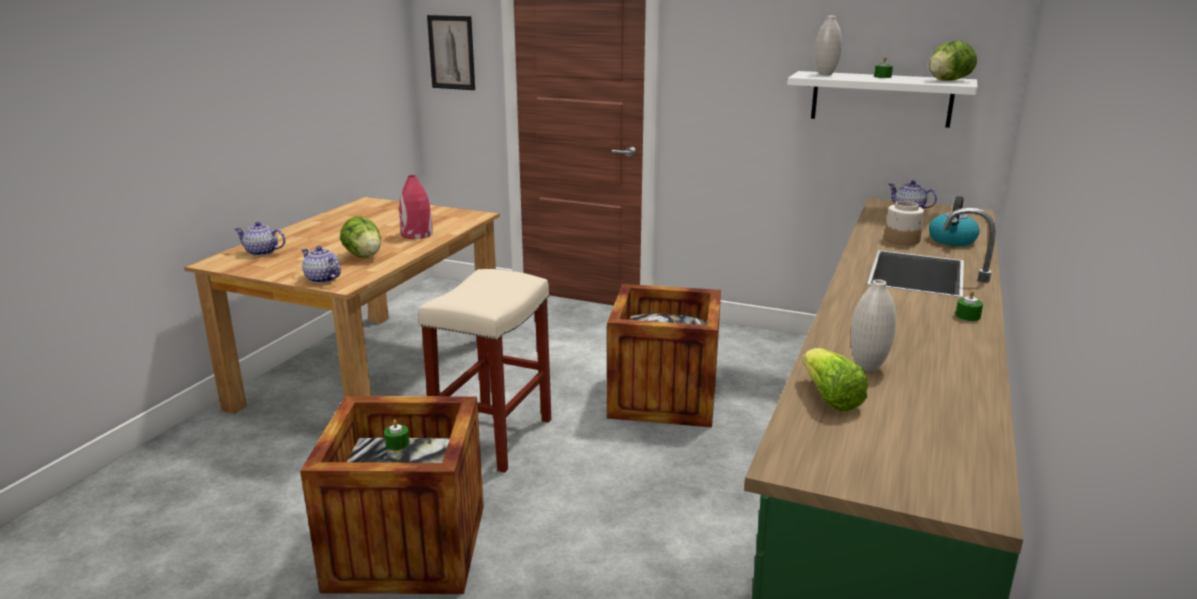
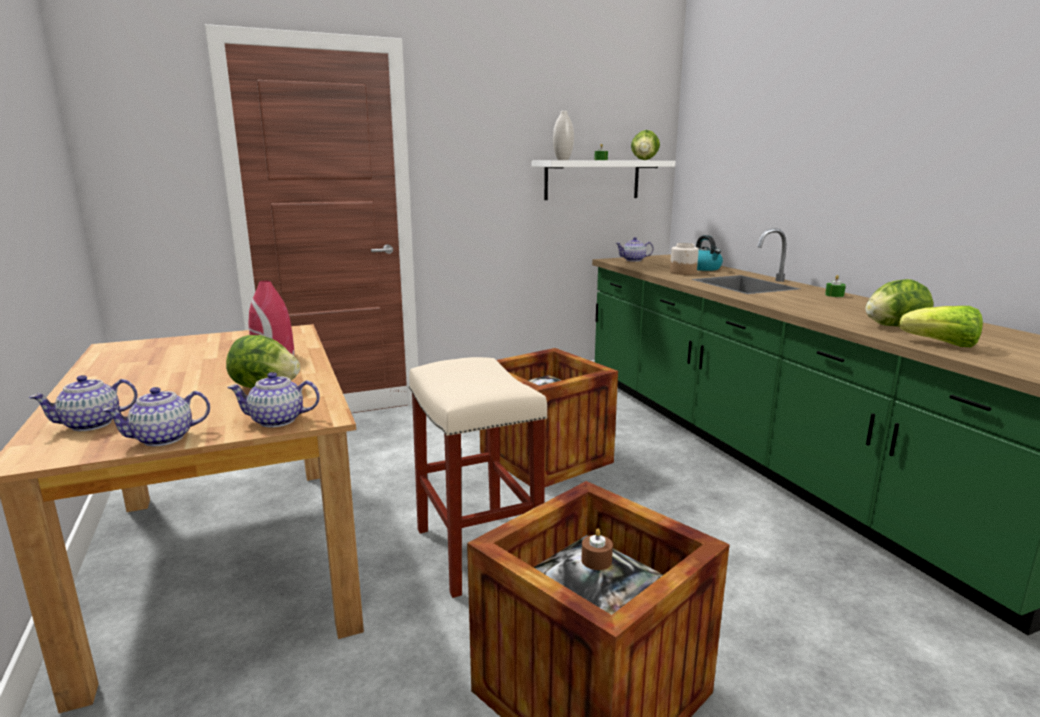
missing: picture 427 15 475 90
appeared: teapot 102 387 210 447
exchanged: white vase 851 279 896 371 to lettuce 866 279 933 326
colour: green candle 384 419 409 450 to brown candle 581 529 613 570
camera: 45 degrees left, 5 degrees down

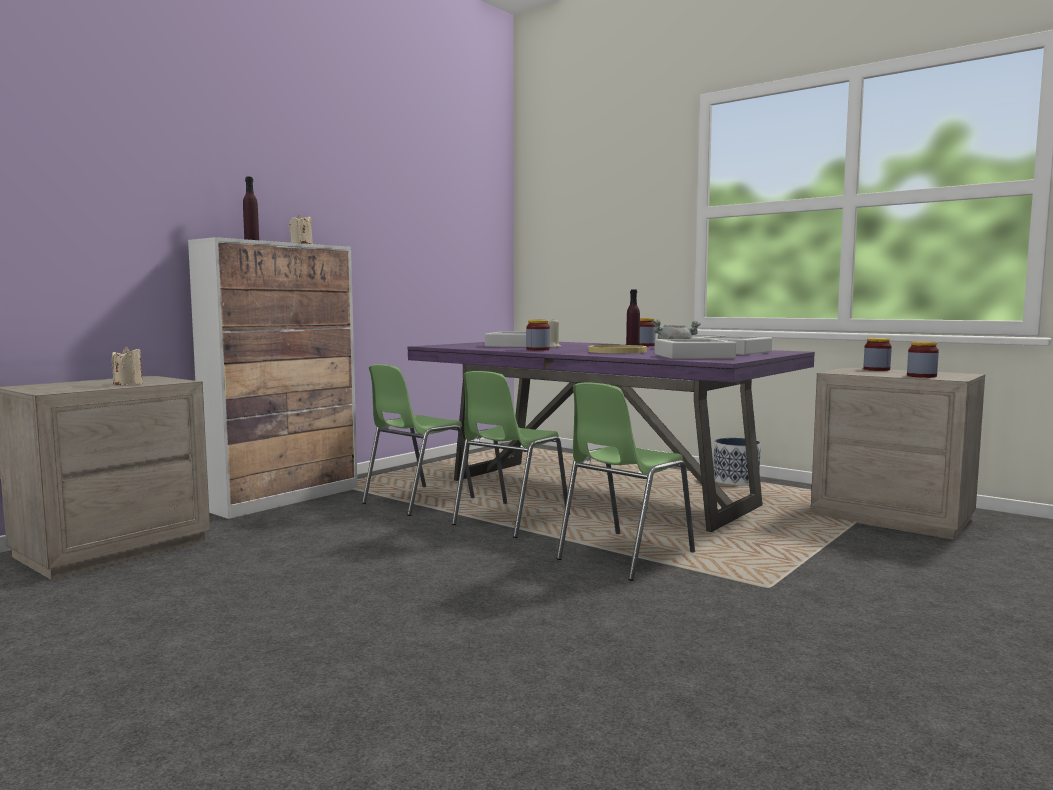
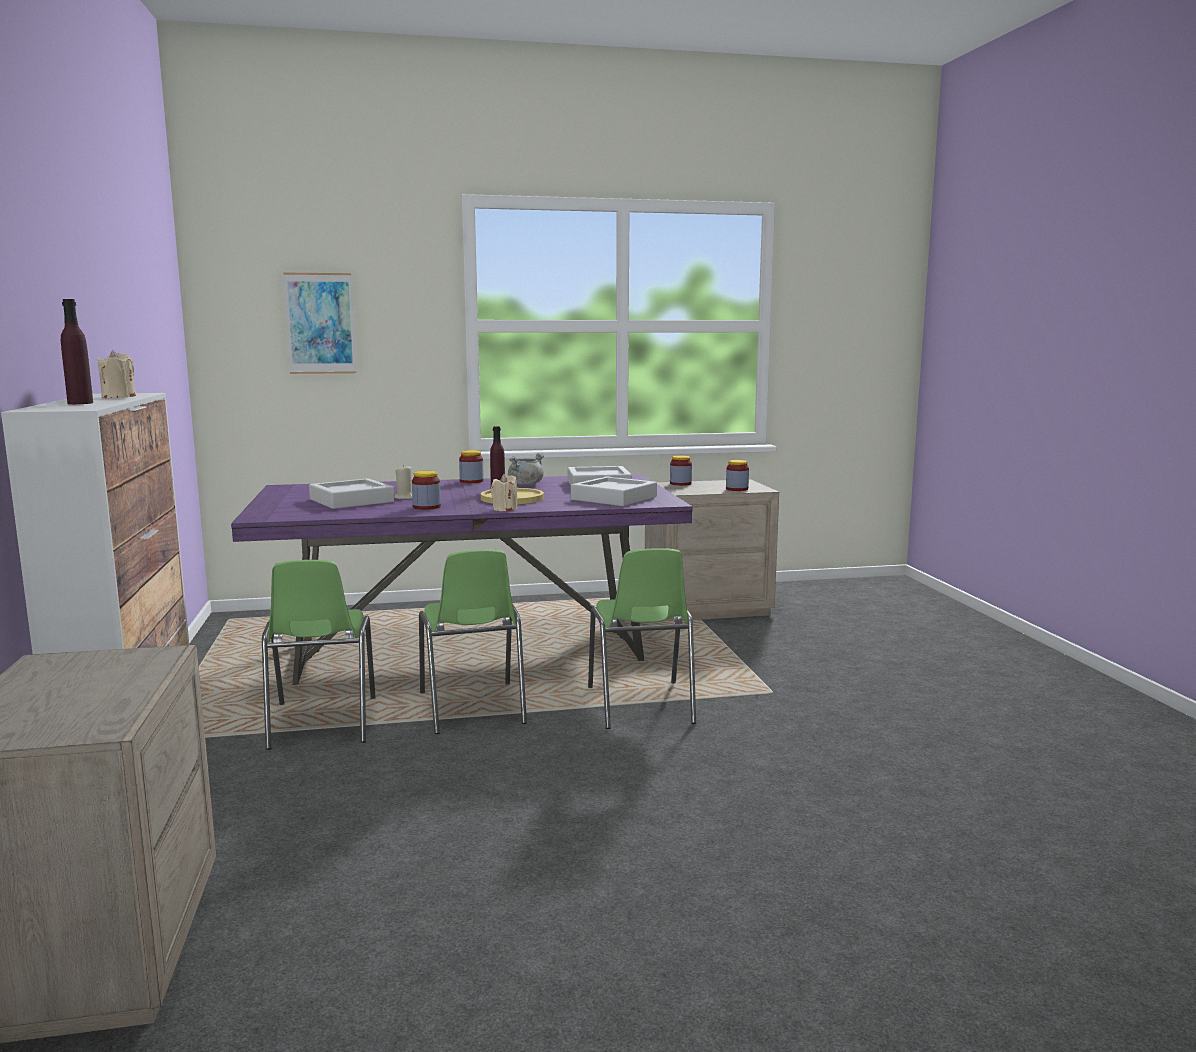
missing: planter 713 438 761 485
appeared: picture 283 272 356 374
relocated: beige candle 112 346 143 385 to 491 474 518 511
camera: 50 degrees left, 5 degrees up

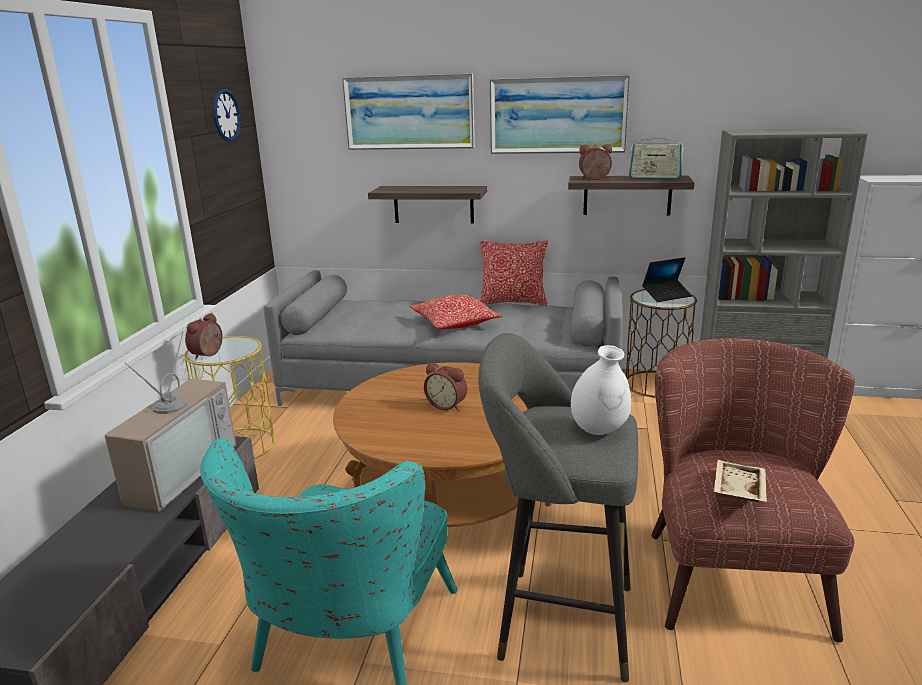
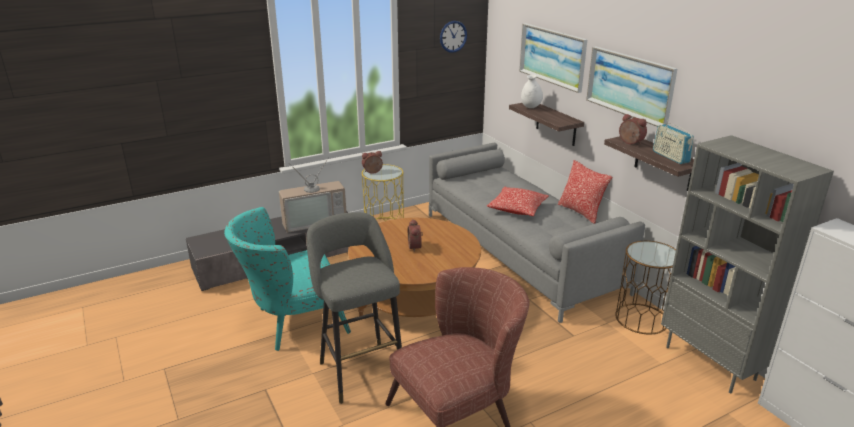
missing: laptop 642 257 692 302; beige tray 714 460 767 502
relocated: white vase 571 345 631 435 to 521 74 543 108
camera: 50 degrees right, 5 degrees up

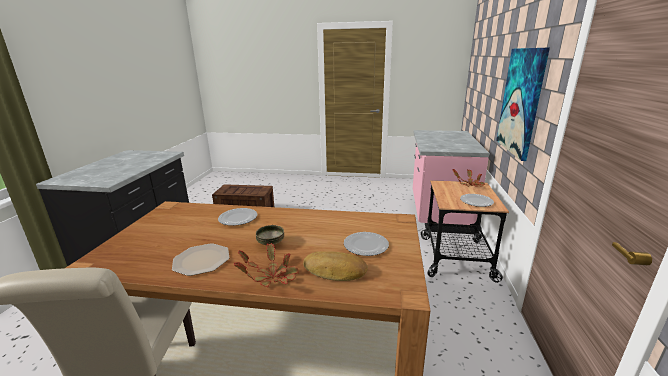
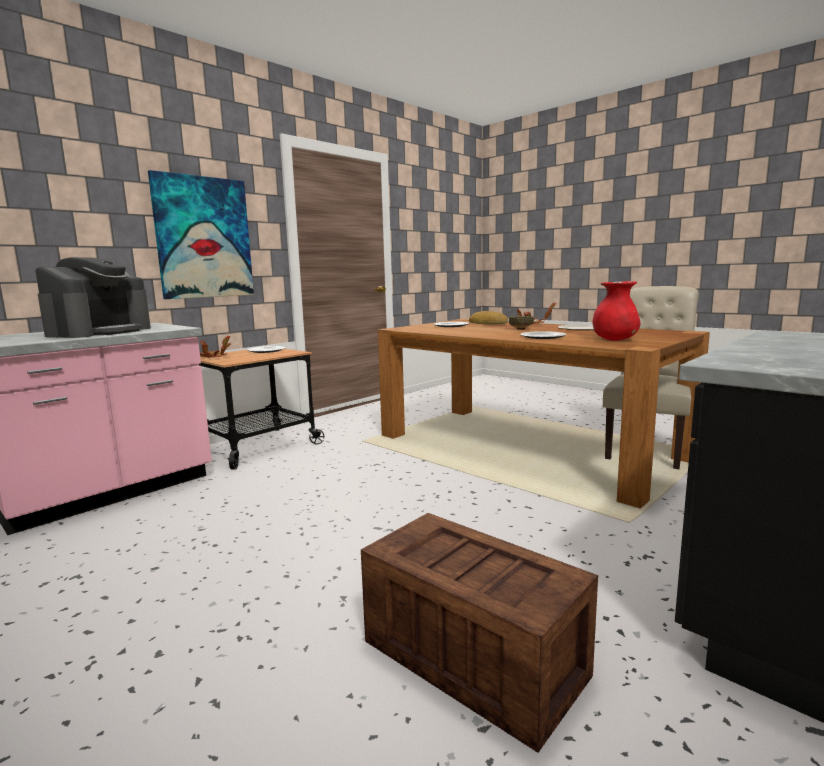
appeared: coffee machine 35 257 151 338; red vase 592 281 640 341
camera: 145 degrees left, 10 degrees down

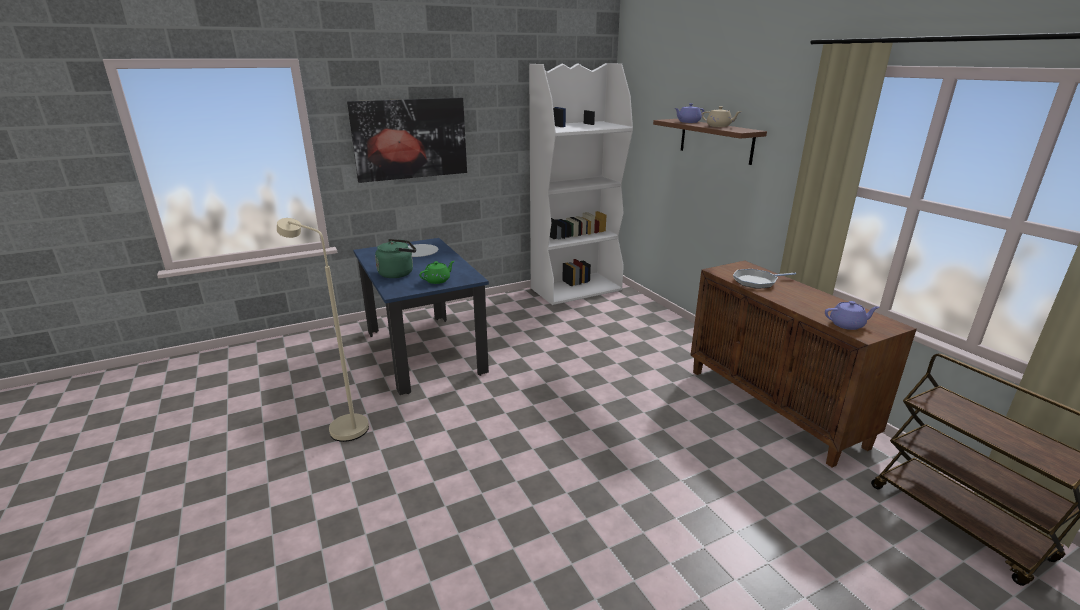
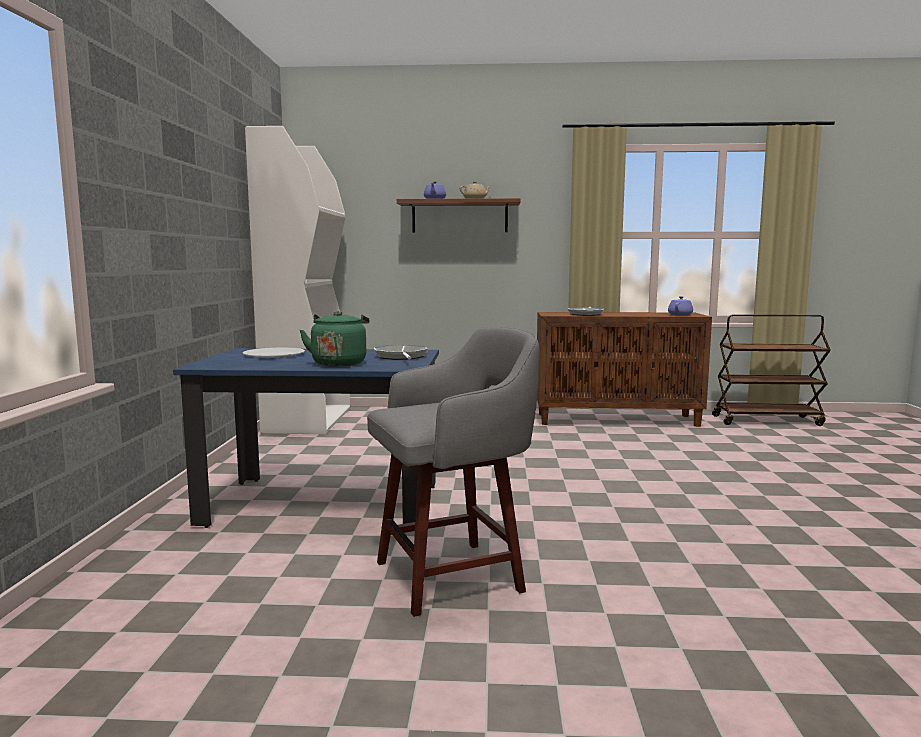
missing: picture 347 98 467 183
exchanged: beige floor lamp 277 218 369 442 to grey stool 367 327 539 617; green teapot 419 261 454 284 to frying pan 374 345 428 360
camera: 60 degrees left, 15 degrees down

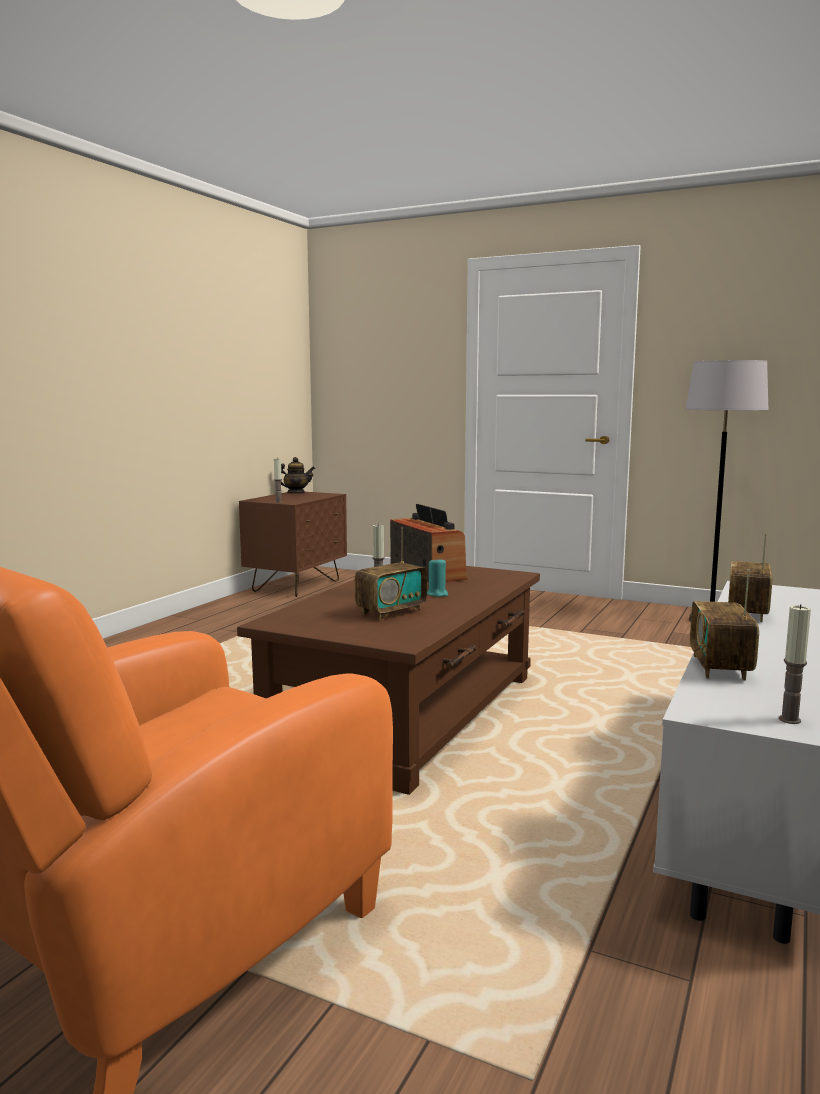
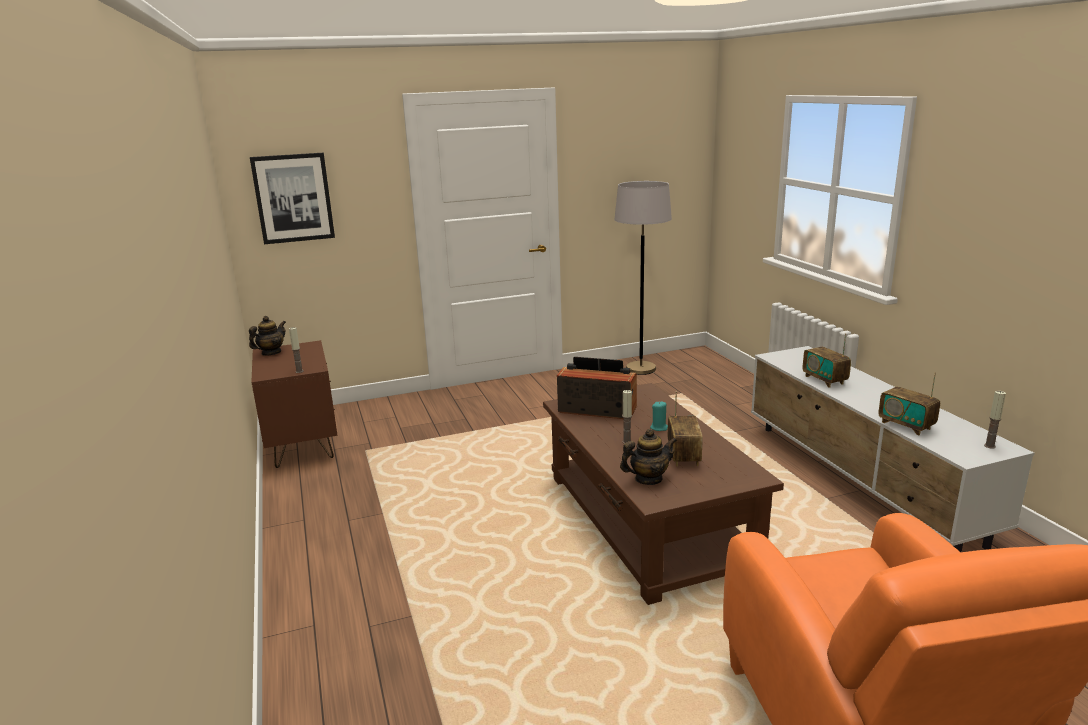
appeared: picture 250 153 335 244; teapot 620 429 677 485
camera: 45 degrees left, 10 degrees up

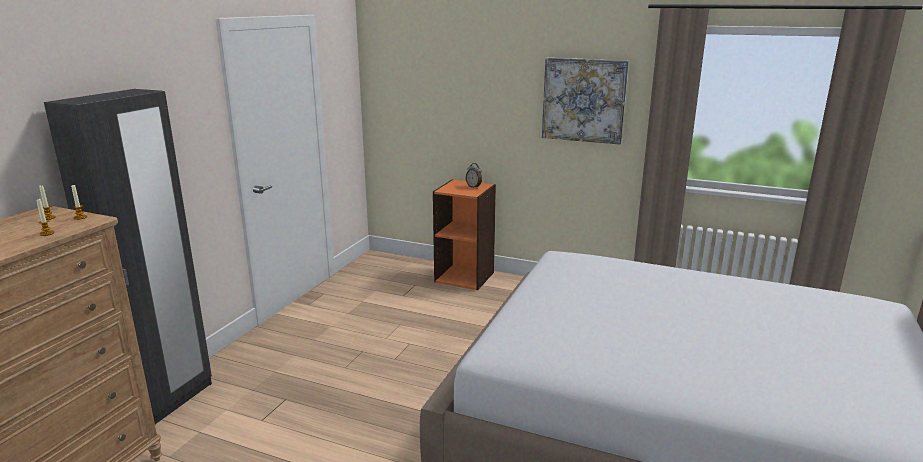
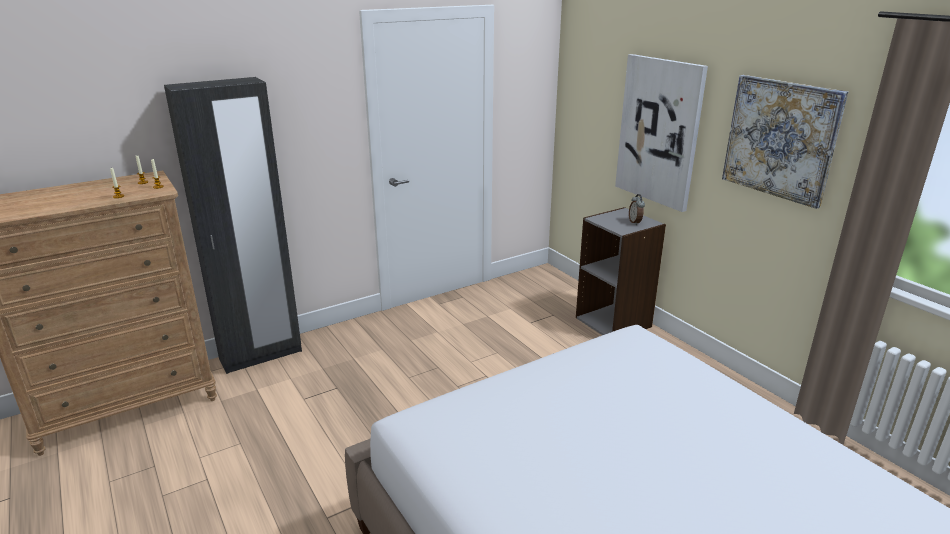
appeared: picture 615 54 708 212
colour: orange bookcase 433 179 496 290 to grey bookcase 576 207 666 335
camera: 35 degrees right, 5 degrees up

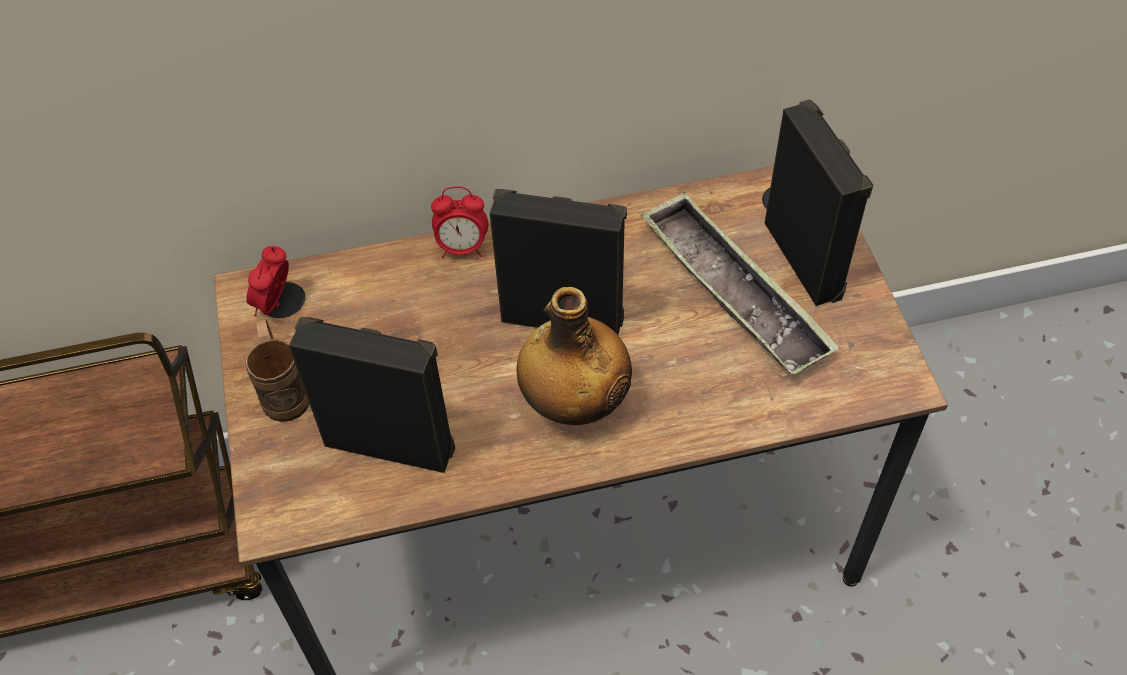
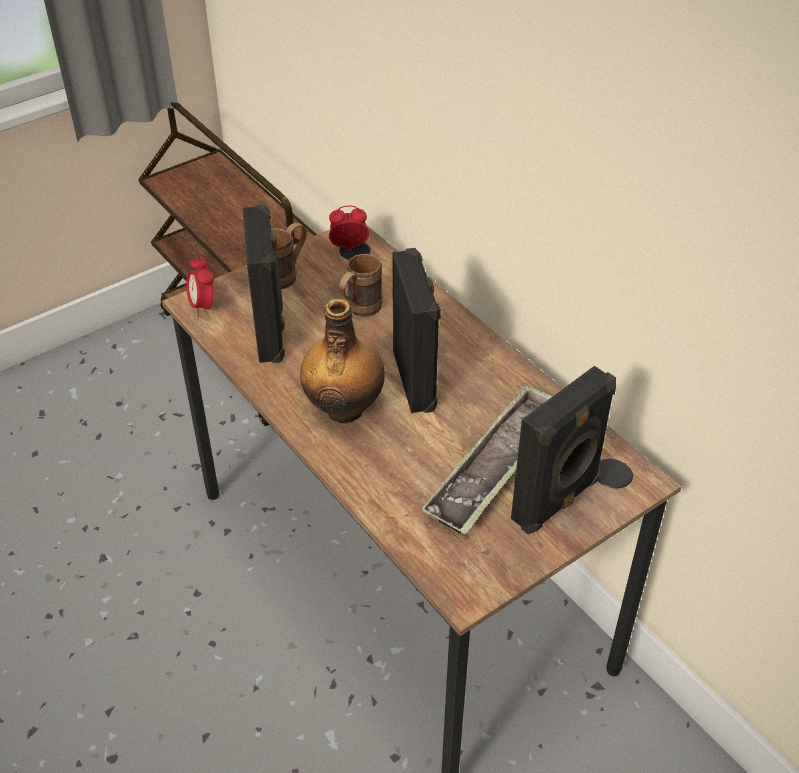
appeared: brown mug 339 254 382 317
relocated: alarm clock 431 186 488 258 to 186 254 214 317
camera: 65 degrees right, 10 degrees down

